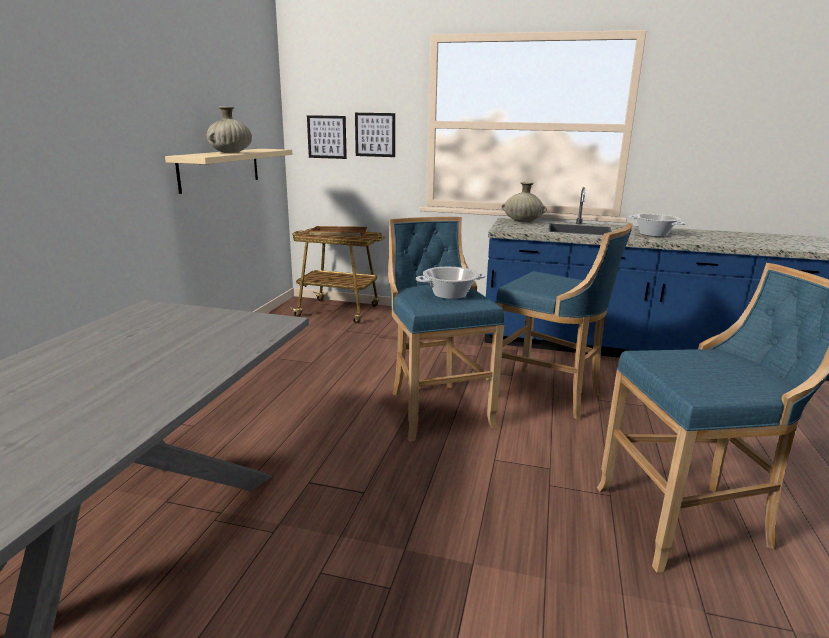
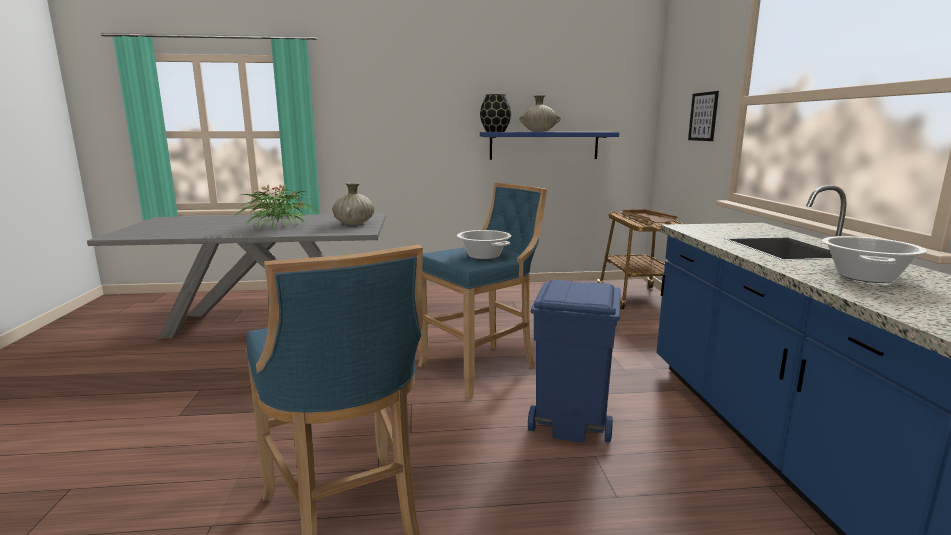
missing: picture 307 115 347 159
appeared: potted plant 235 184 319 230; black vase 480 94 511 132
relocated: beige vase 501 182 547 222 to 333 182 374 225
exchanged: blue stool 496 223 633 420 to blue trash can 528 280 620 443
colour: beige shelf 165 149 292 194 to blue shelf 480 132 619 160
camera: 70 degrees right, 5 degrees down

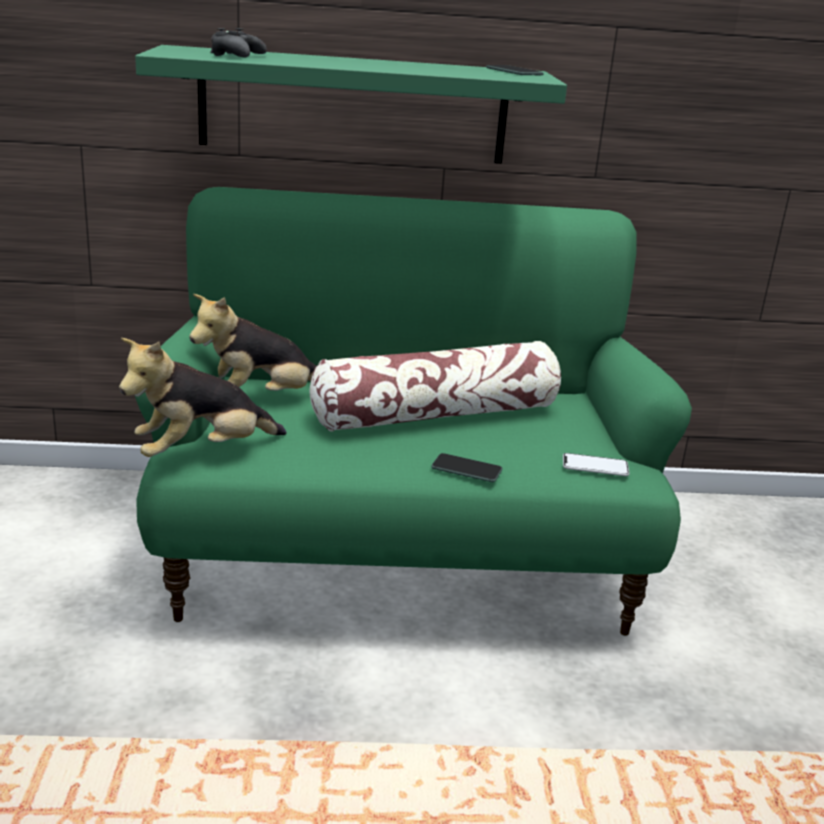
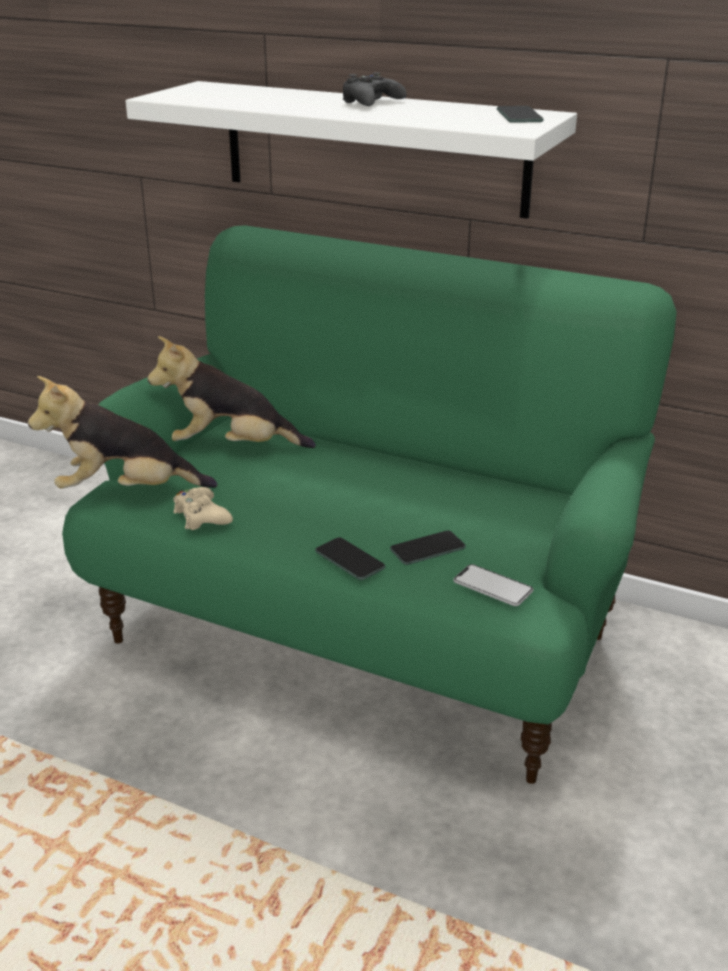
missing: pillow 310 341 561 432
appeared: beige game controller 173 487 233 530; phone 390 530 466 565
relocated: black game controller 210 28 267 57 to 343 72 407 106
colour: green shelf 135 45 567 164 to white shelf 126 81 577 219
camera: 30 degrees right, 5 degrees up

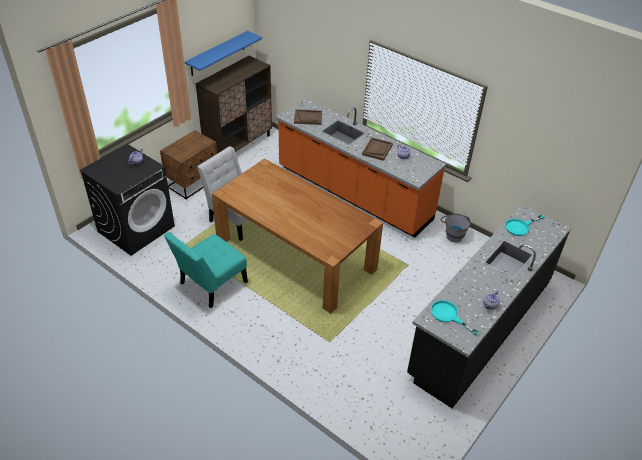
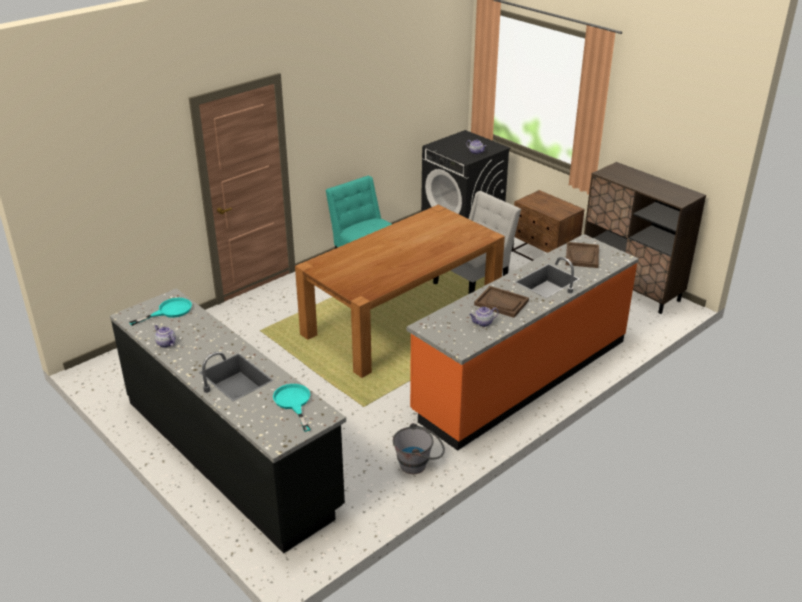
missing: blue shelf 185 31 262 76
camera: 100 degrees right, 10 degrees down

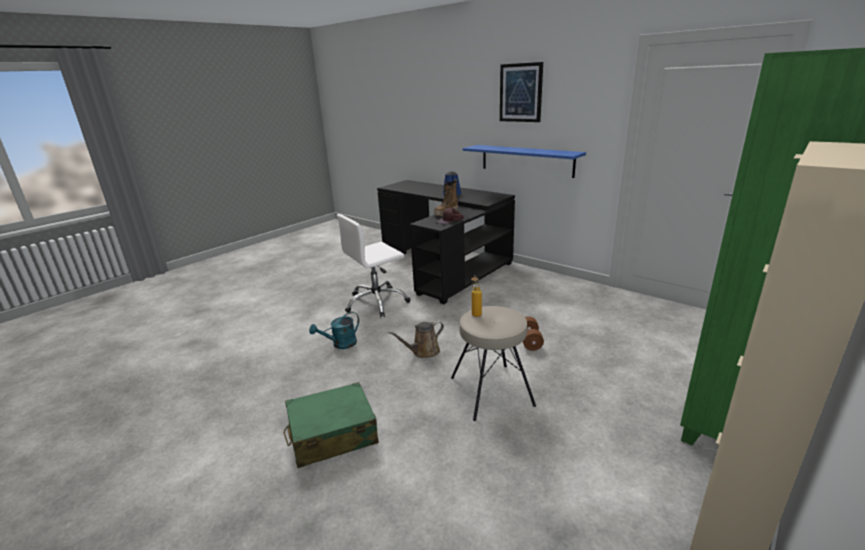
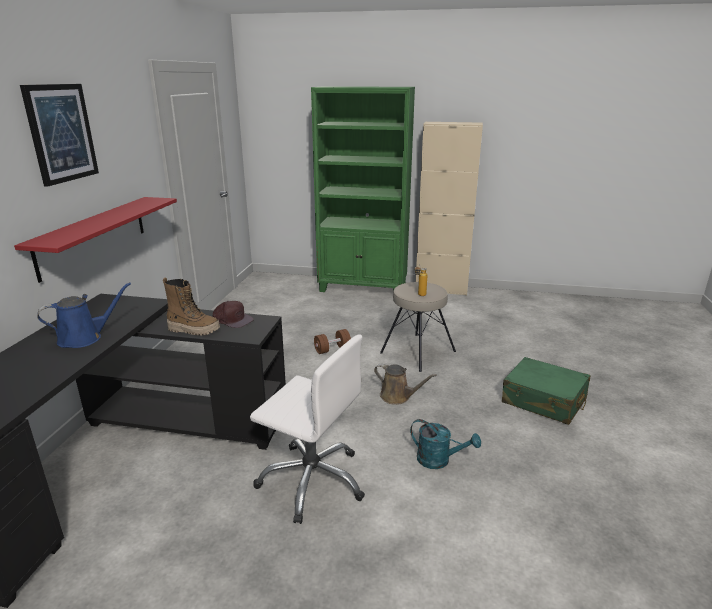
colour: blue shelf 463 145 586 178 to red shelf 14 197 177 283
camera: 120 degrees left, 0 degrees up

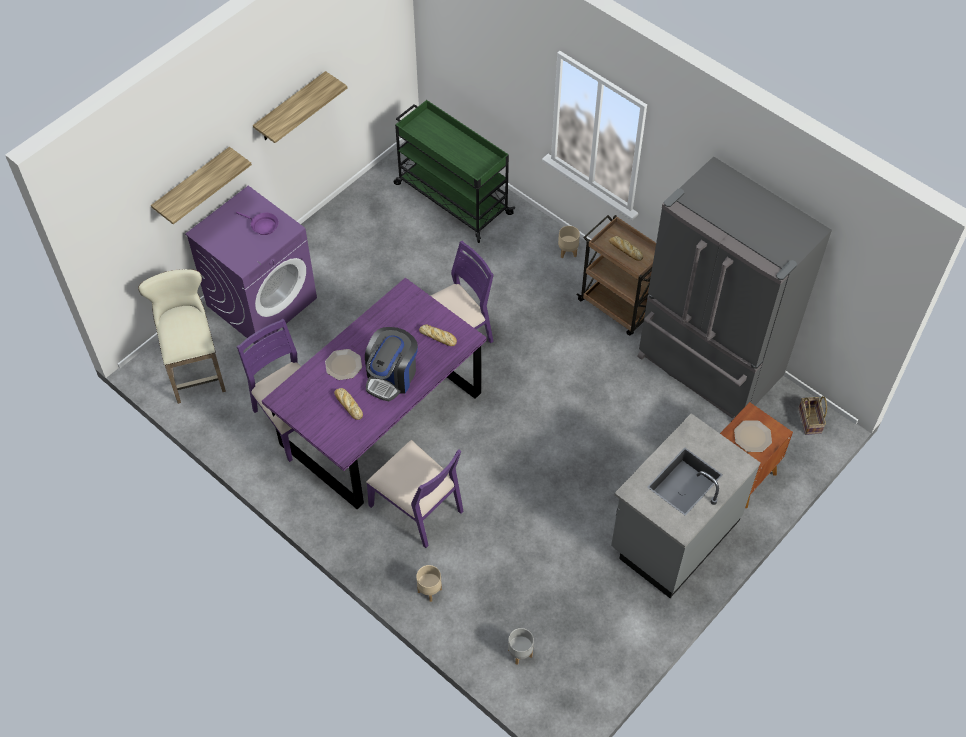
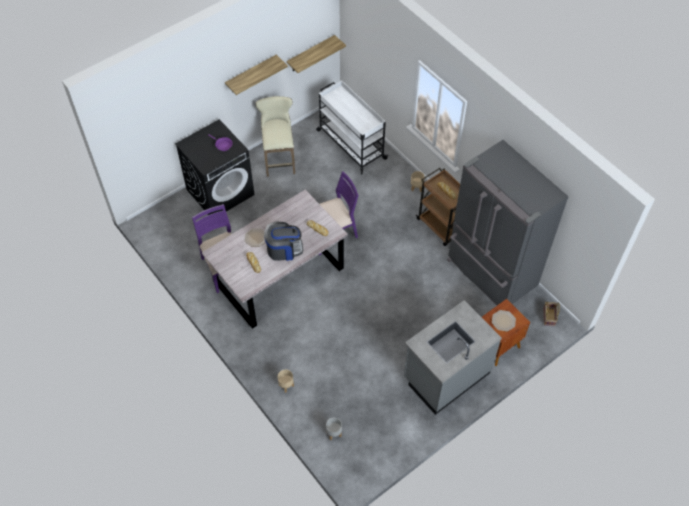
missing: purple chair 367 440 464 548
relocated: beige stool 138 269 226 404 to 255 96 295 177; shelf 151 147 252 224 to 287 35 346 73
colour: purple washing machine 185 186 317 344 to black washing machine 175 119 255 215; purple dining table 262 278 487 509 to grey dining table 202 190 348 329; green cart 394 100 515 243 to white cart 316 80 388 174
spun: coffee machine 365 327 418 401 = 264 222 303 261 135 degrees counterclockwise
camera: 10 degrees right, 0 degrees up

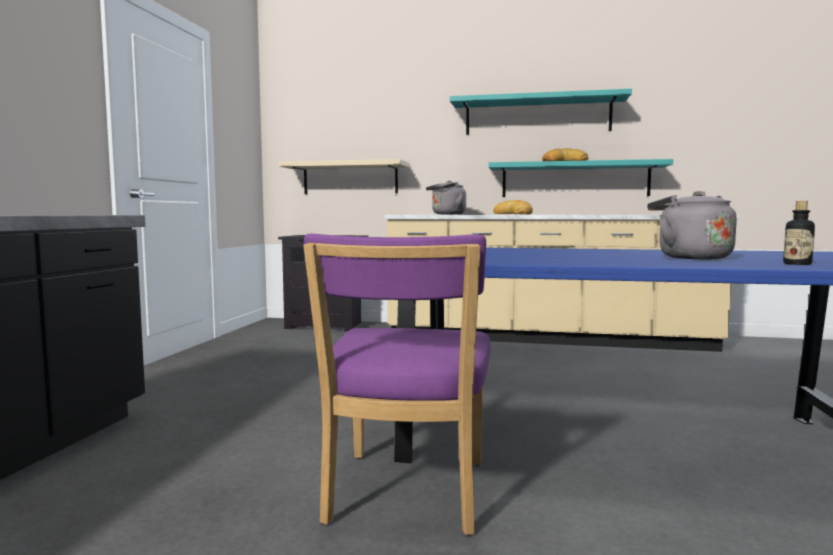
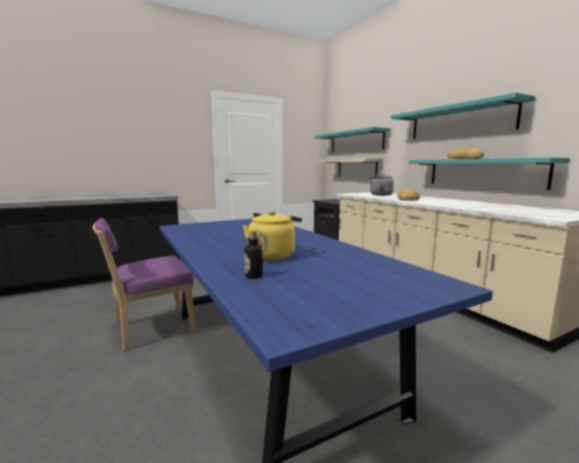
appeared: turquoise shelf 314 127 391 153
colour: grey kettle 647 191 737 259 to yellow kettle 243 211 302 261
camera: 50 degrees right, 5 degrees up

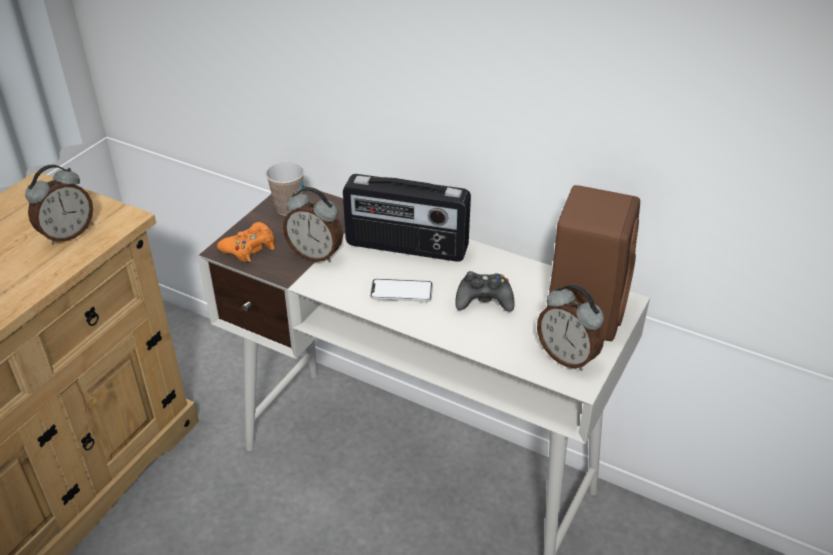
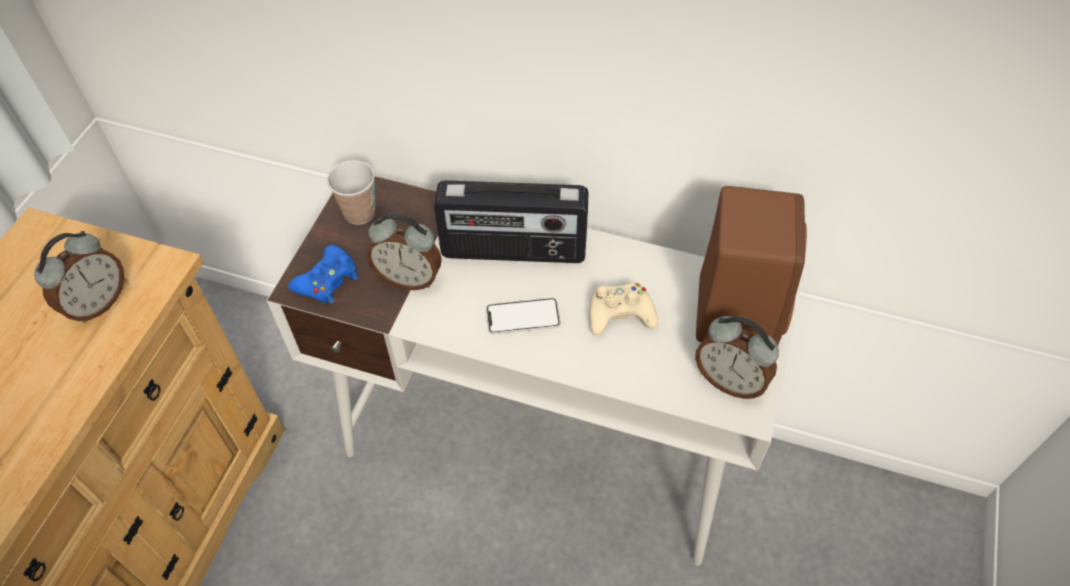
colour: orange game controller 217 222 275 262 to blue game controller 288 244 358 304; black game controller 455 271 515 312 to beige game controller 589 282 658 335
camera: 10 degrees left, 15 degrees up

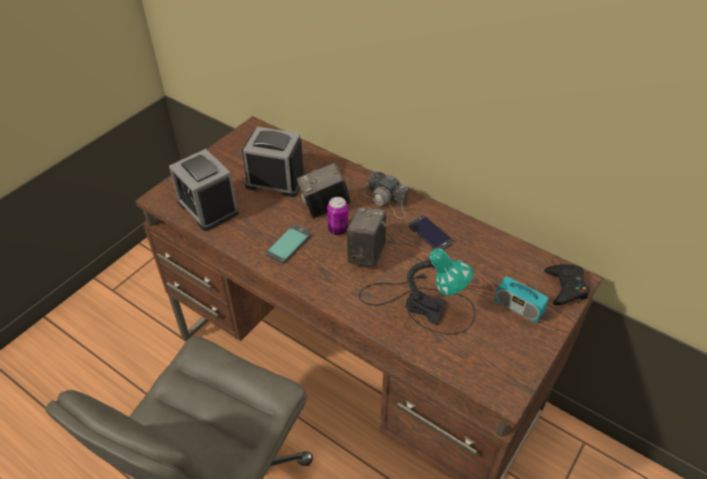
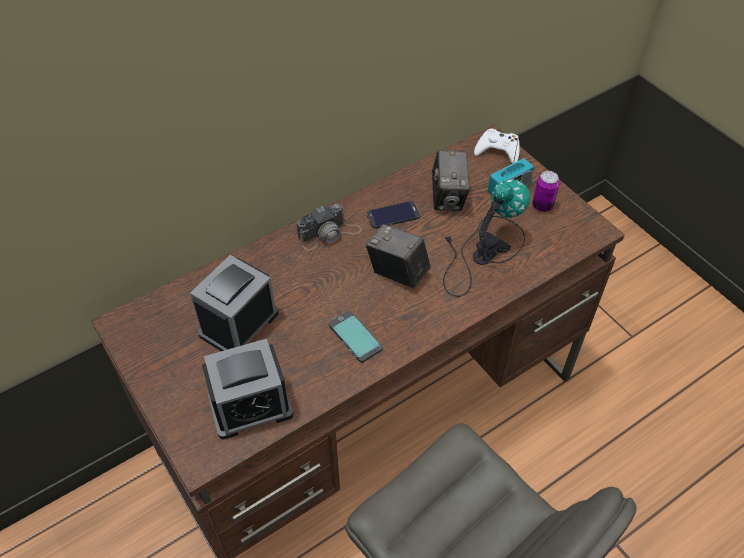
relocated: photo camera 297 163 351 218 to 432 150 470 211; can 327 197 348 235 to 532 171 560 212
colour: black game controller 544 264 590 305 to white game controller 474 129 520 164
camera: 70 degrees left, 5 degrees up

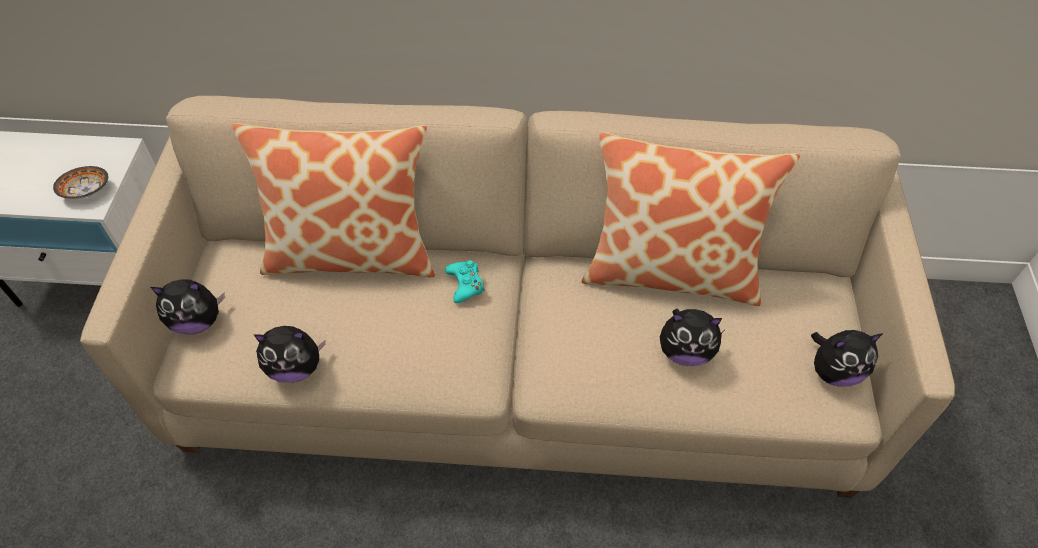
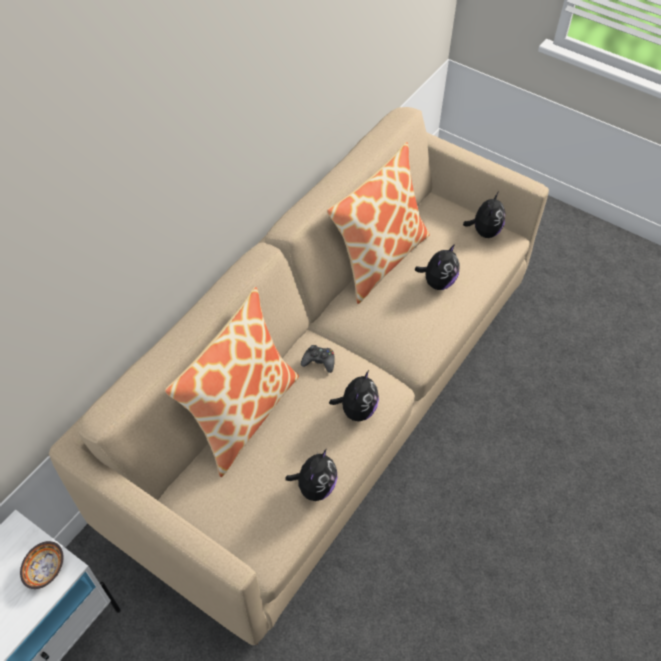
relocated: plush toy 150 279 225 334 to 329 370 379 421
colour: turquoise game controller 445 260 485 303 to black game controller 301 345 335 373
camera: 60 degrees left, 0 degrees up

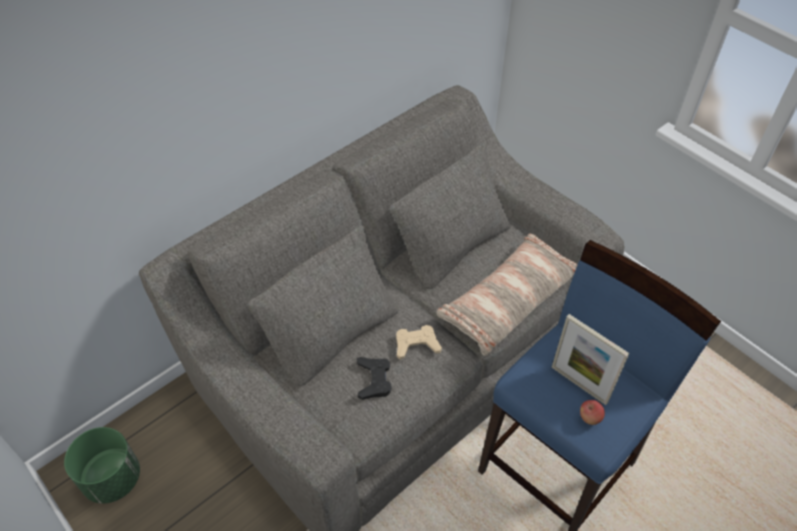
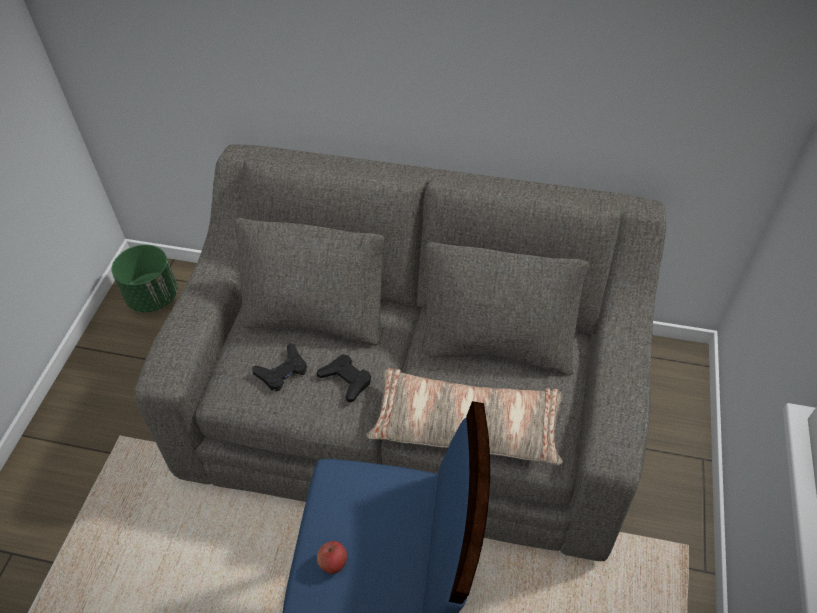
missing: picture frame 552 314 630 405
colour: beige game controller 396 325 442 360 to black game controller 316 354 371 403
camera: 55 degrees right, 0 degrees up

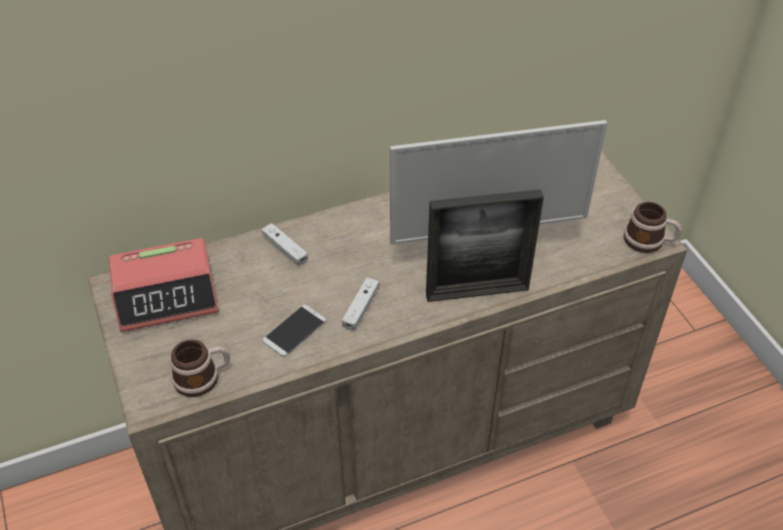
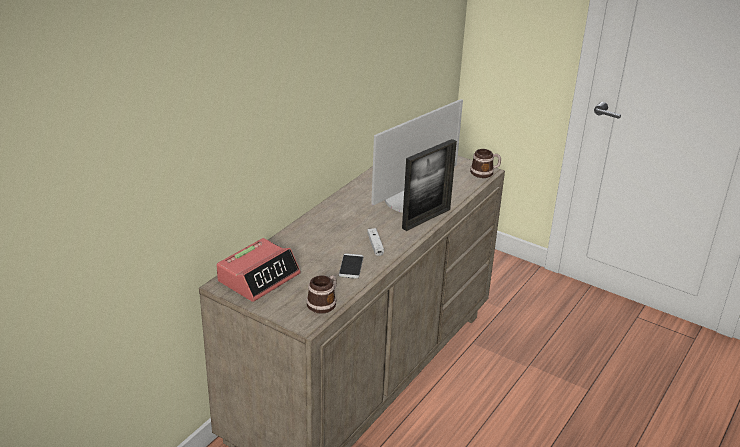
missing: white game controller 262 223 308 266
camera: 35 degrees left, 15 degrees down

